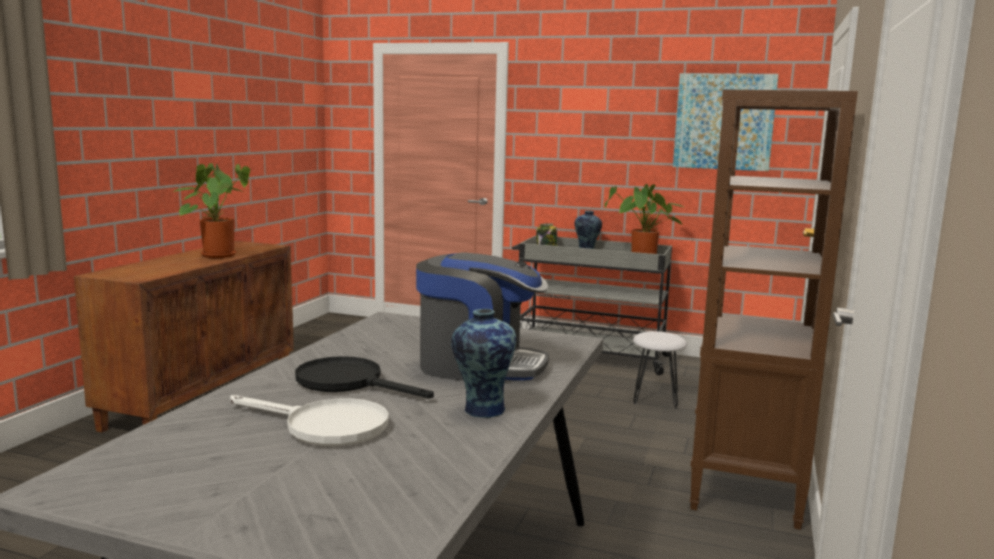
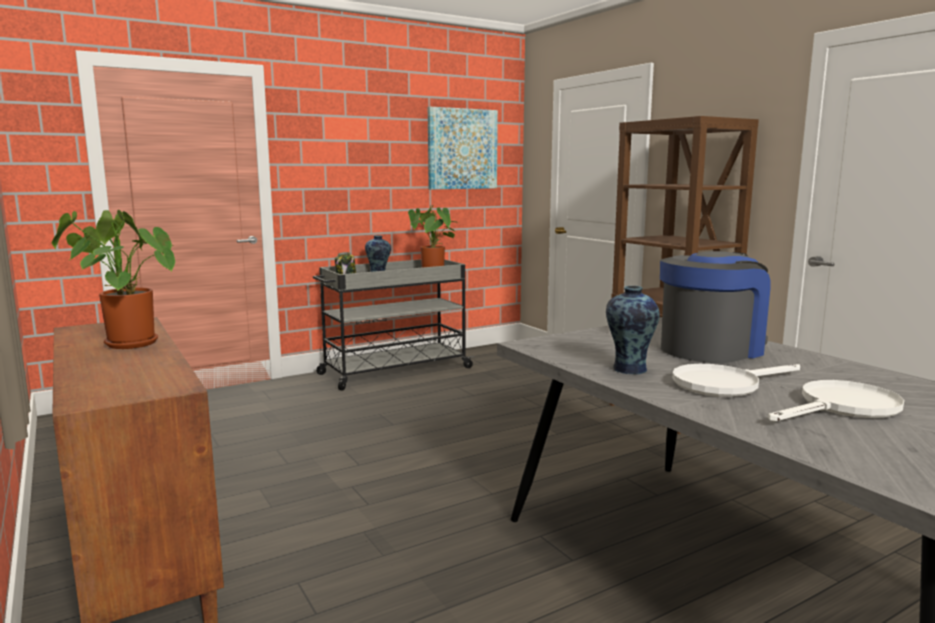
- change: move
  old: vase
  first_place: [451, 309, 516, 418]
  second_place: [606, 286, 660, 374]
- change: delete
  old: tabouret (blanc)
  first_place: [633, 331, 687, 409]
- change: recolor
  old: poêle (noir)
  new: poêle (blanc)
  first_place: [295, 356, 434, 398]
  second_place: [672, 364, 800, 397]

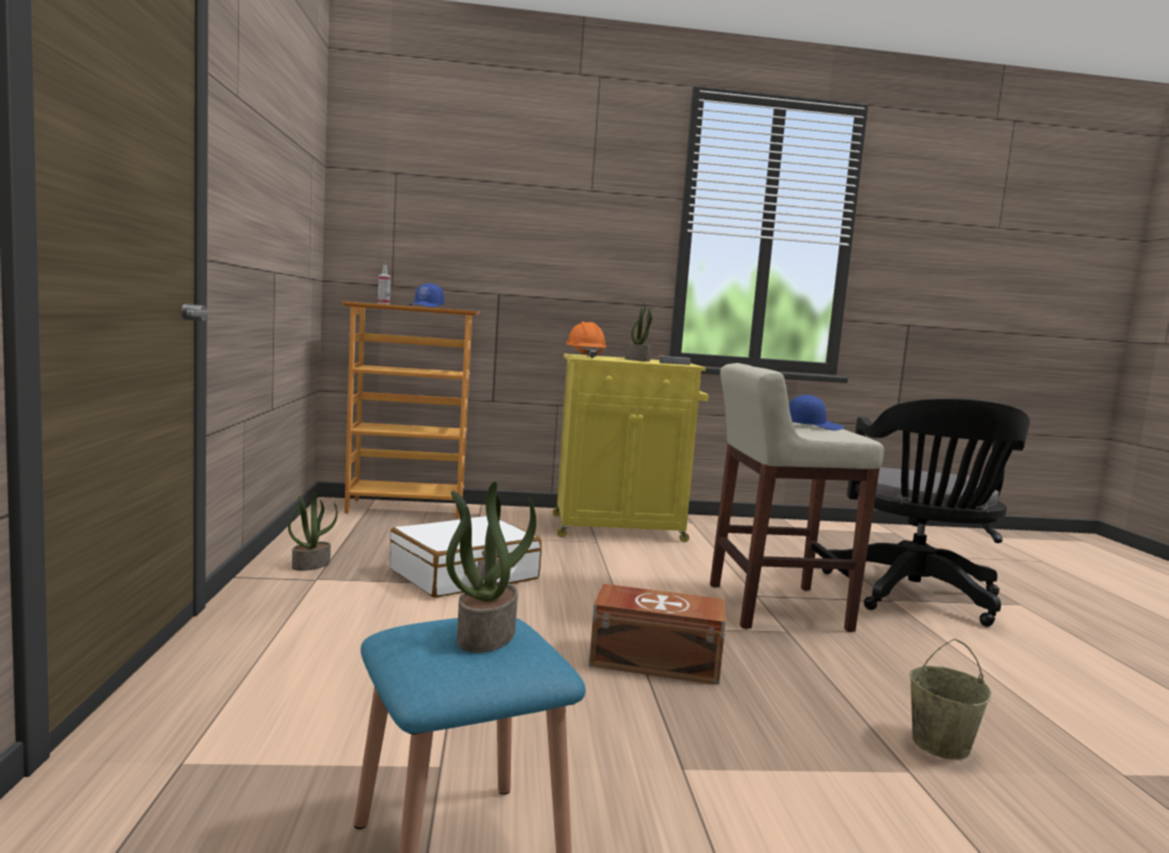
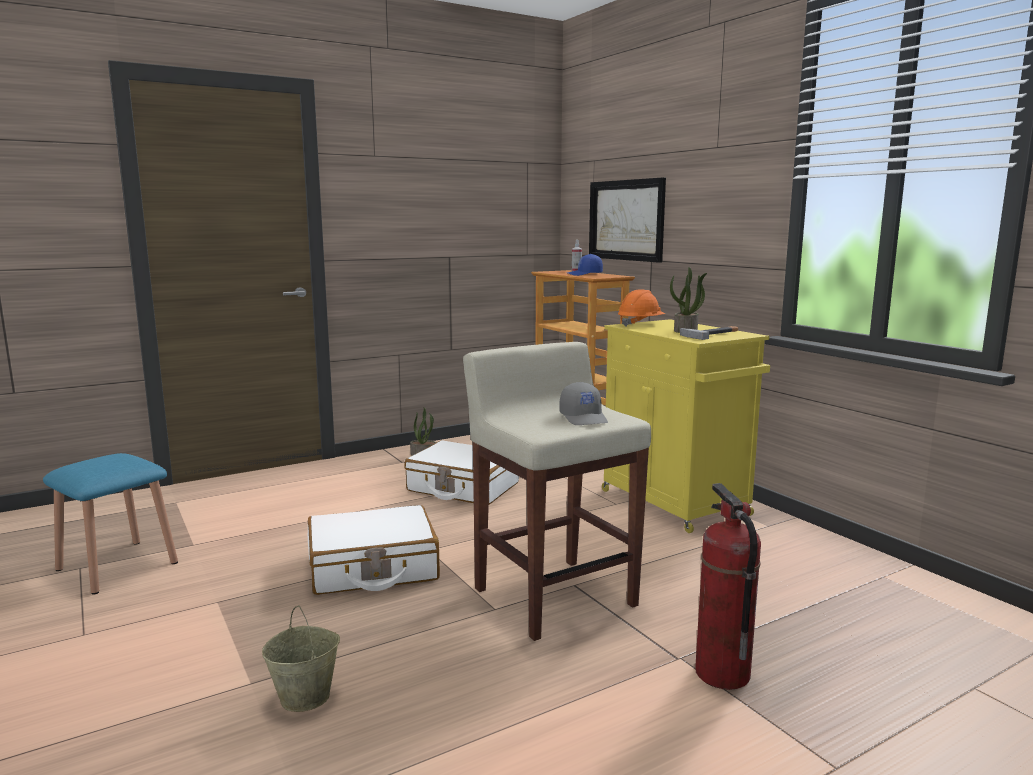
- change: recolor
  old: casquette (bleu)
  new: casquette (gris)
  first_place: [789, 394, 844, 431]
  second_place: [560, 382, 608, 425]
- change: replace
  old: chaise de bureau (noir)
  new: extincteur
  first_place: [822, 398, 1030, 627]
  second_place: [695, 483, 761, 690]
- change: delete
  old: plante en pot
  first_place: [446, 481, 536, 653]
- change: replace
  old: boîte de rangement (marron)
  new: valise (blanc)
  first_place: [589, 584, 726, 685]
  second_place: [308, 505, 440, 595]
- change: insert
  new: tableau
  second_place: [589, 178, 666, 263]

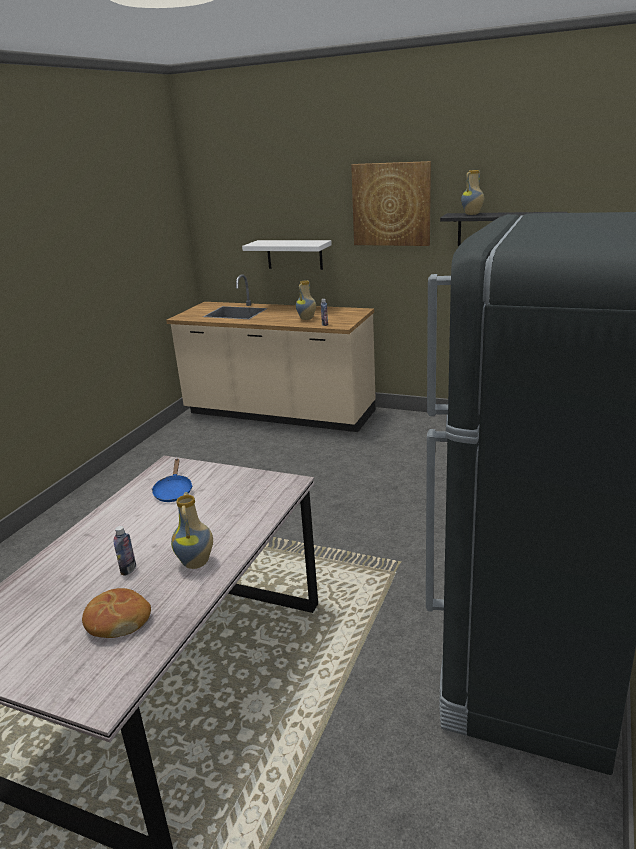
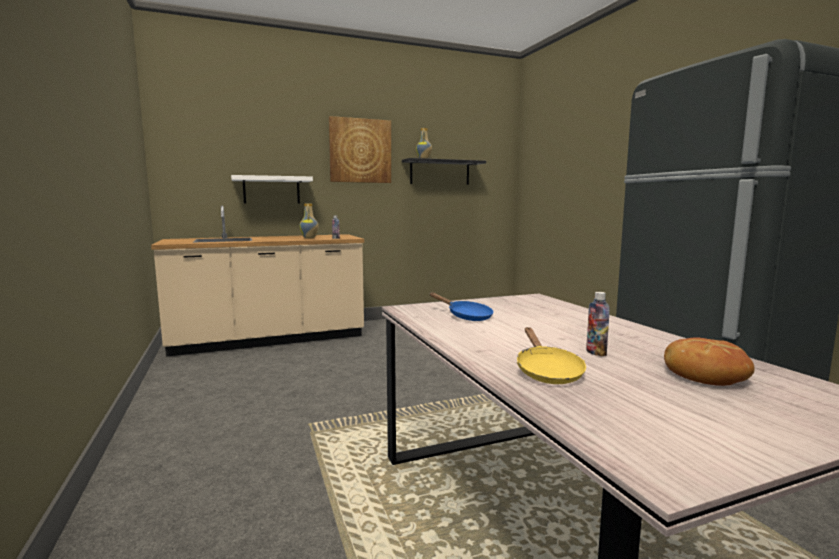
- change: delete
  old: vase
  first_place: [171, 492, 213, 569]
- change: insert
  new: poêle (jaune)
  second_place: [517, 327, 586, 384]

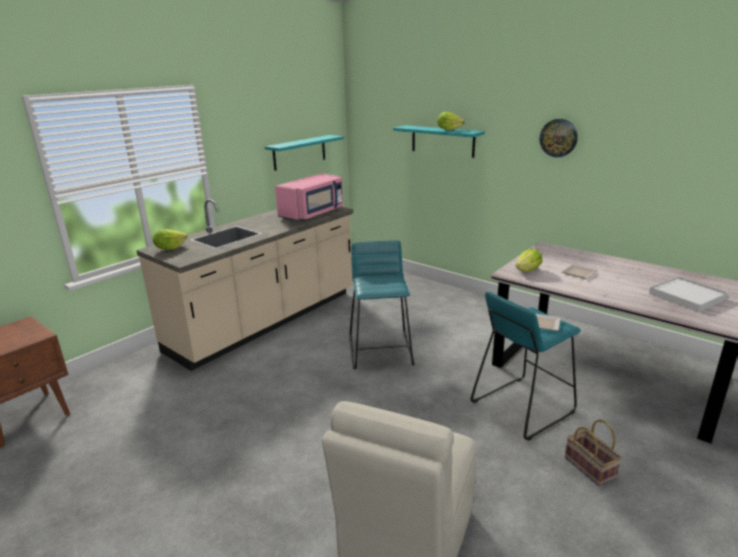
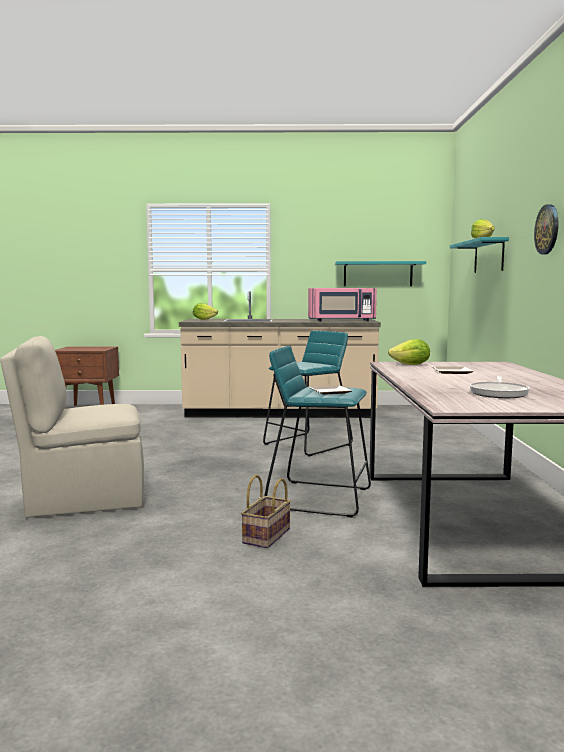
- change: replace
  old: plateau (blanc)
  new: poêle
  first_place: [649, 276, 729, 312]
  second_place: [470, 376, 530, 398]

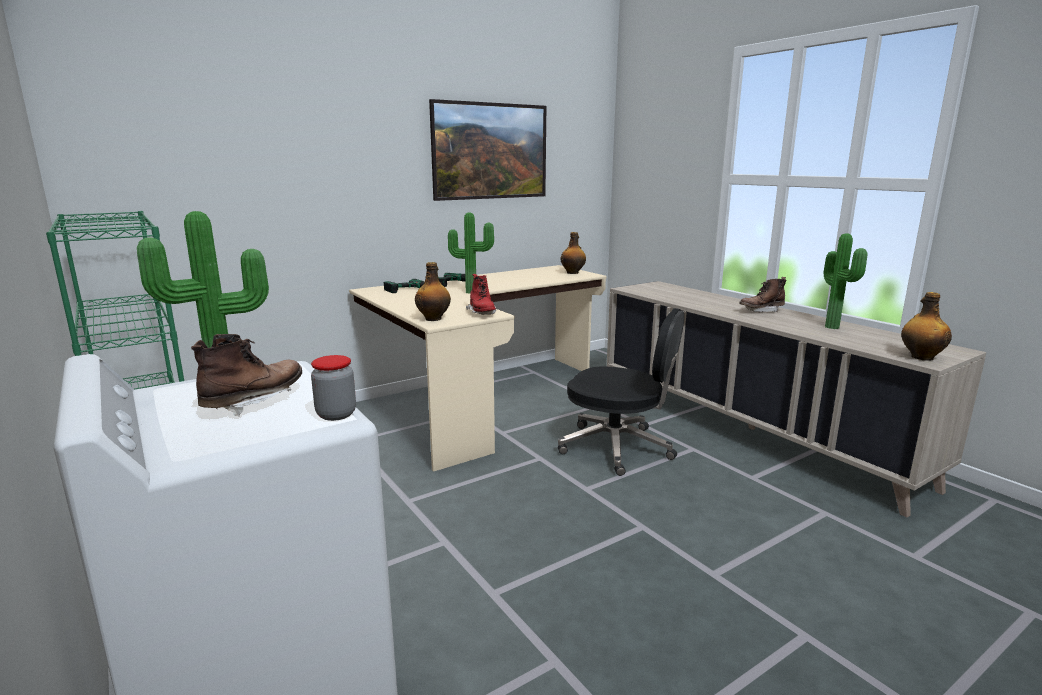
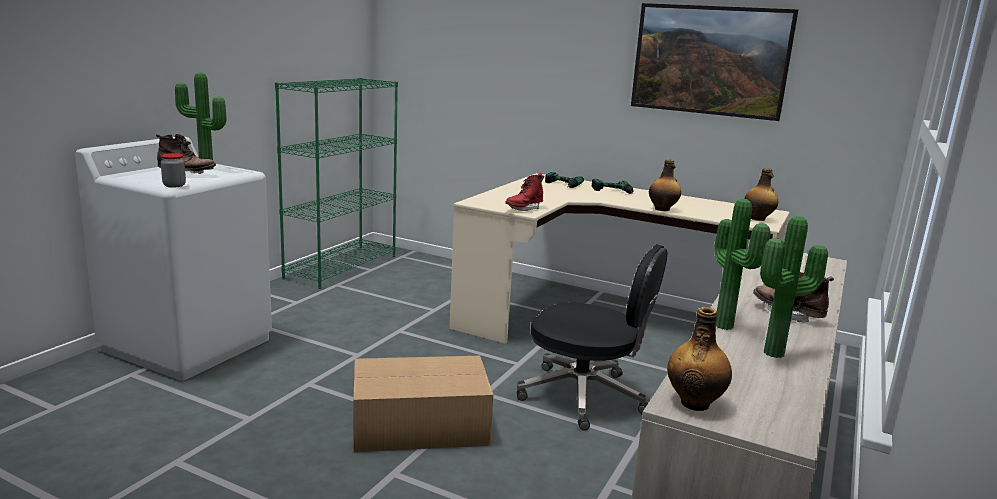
- change: move
  old: plante en pot
  first_place: [448, 212, 494, 294]
  second_place: [714, 199, 771, 330]
- change: move
  old: bouteille
  first_place: [415, 262, 451, 321]
  second_place: [649, 159, 681, 211]
- change: rotate
  old: chaise de bureau (noir)
  first_place: [558, 308, 684, 476]
  second_place: [517, 244, 667, 430]
  degrees: -60
- change: insert
  new: carton
  second_place: [353, 356, 493, 452]

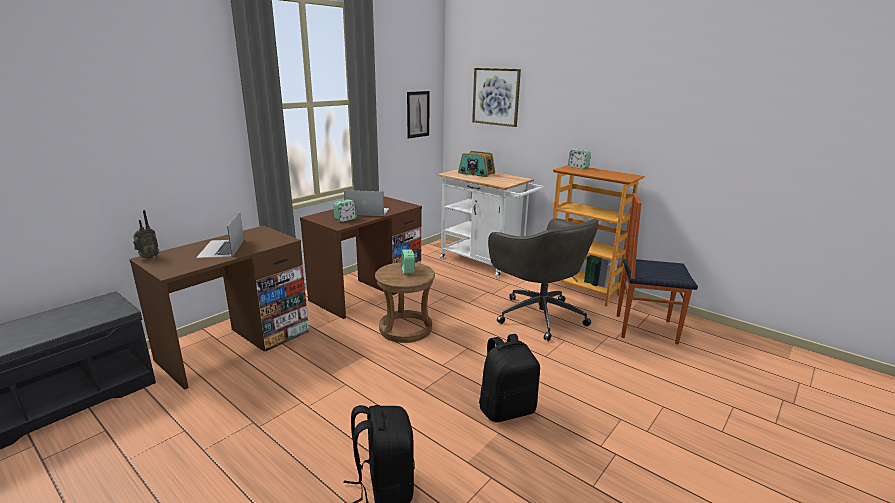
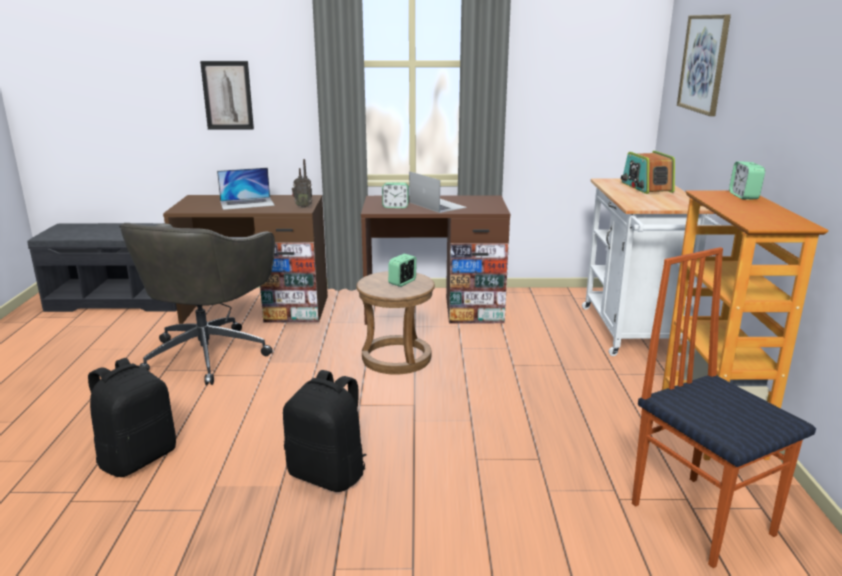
- change: move
  old: tableau
  first_place: [407, 91, 430, 139]
  second_place: [200, 61, 254, 129]
- change: move
  old: radio
  first_place: [133, 210, 159, 259]
  second_place: [292, 159, 313, 208]
- change: rotate
  old: ordinateur portable
  first_place: [196, 212, 244, 258]
  second_place: [217, 168, 275, 210]
  degrees: -150
- change: move
  old: chaise de bureau (gris)
  first_place: [488, 218, 599, 341]
  second_place: [119, 223, 275, 385]

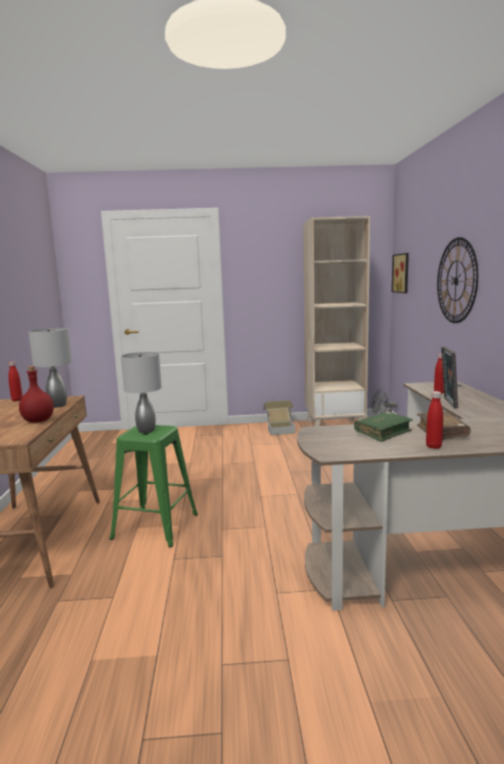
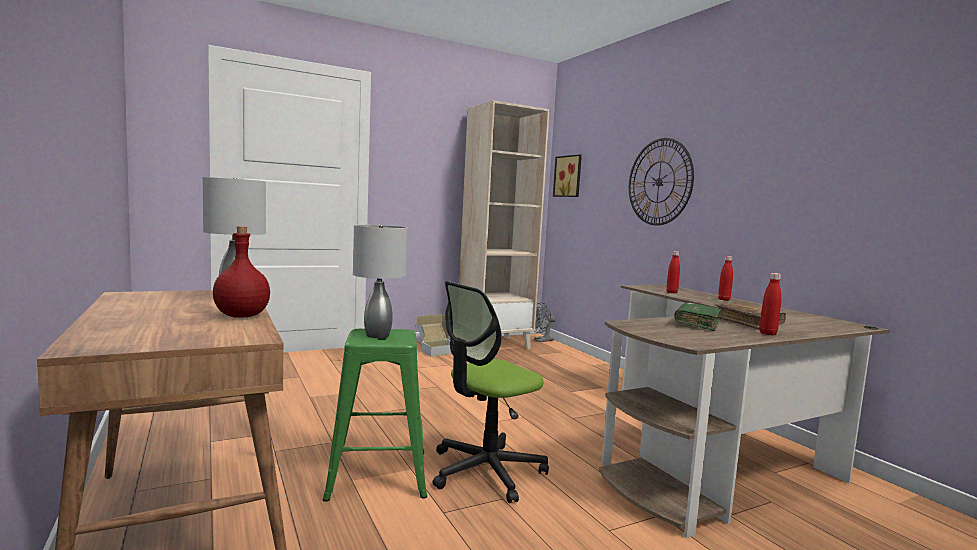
- change: delete
  old: cadre photo
  first_place: [441, 346, 458, 409]
- change: move
  old: bouteille (rouge)
  first_place: [8, 362, 23, 401]
  second_place: [718, 256, 733, 301]
- change: insert
  new: chaise de bureau
  second_place: [433, 281, 549, 503]

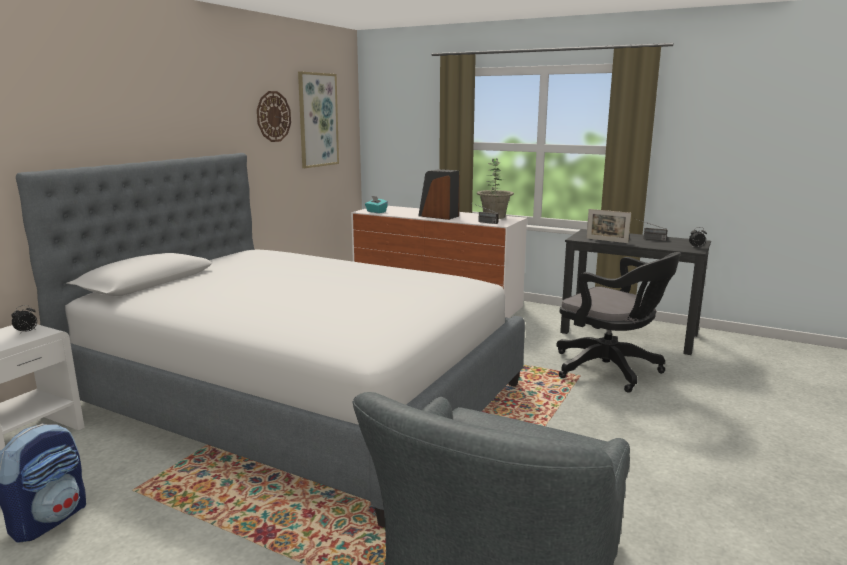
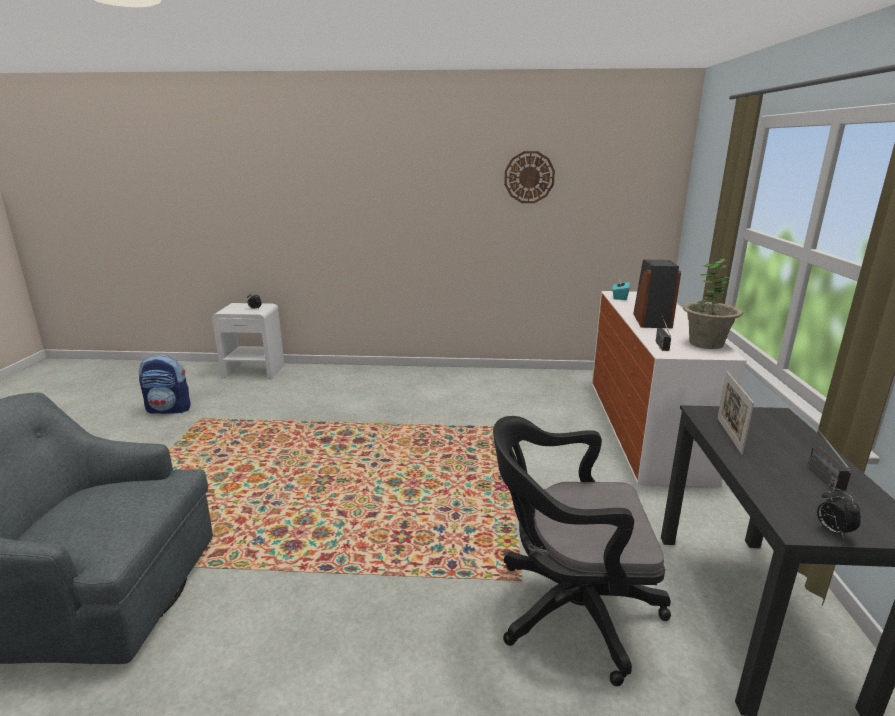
- change: delete
  old: tableau
  first_place: [298, 71, 339, 168]
- change: delete
  old: lit
  first_place: [16, 153, 525, 528]
- change: rotate
  old: chaise de bureau (noir)
  first_place: [556, 252, 681, 393]
  second_place: [493, 416, 671, 686]
  degrees: 75

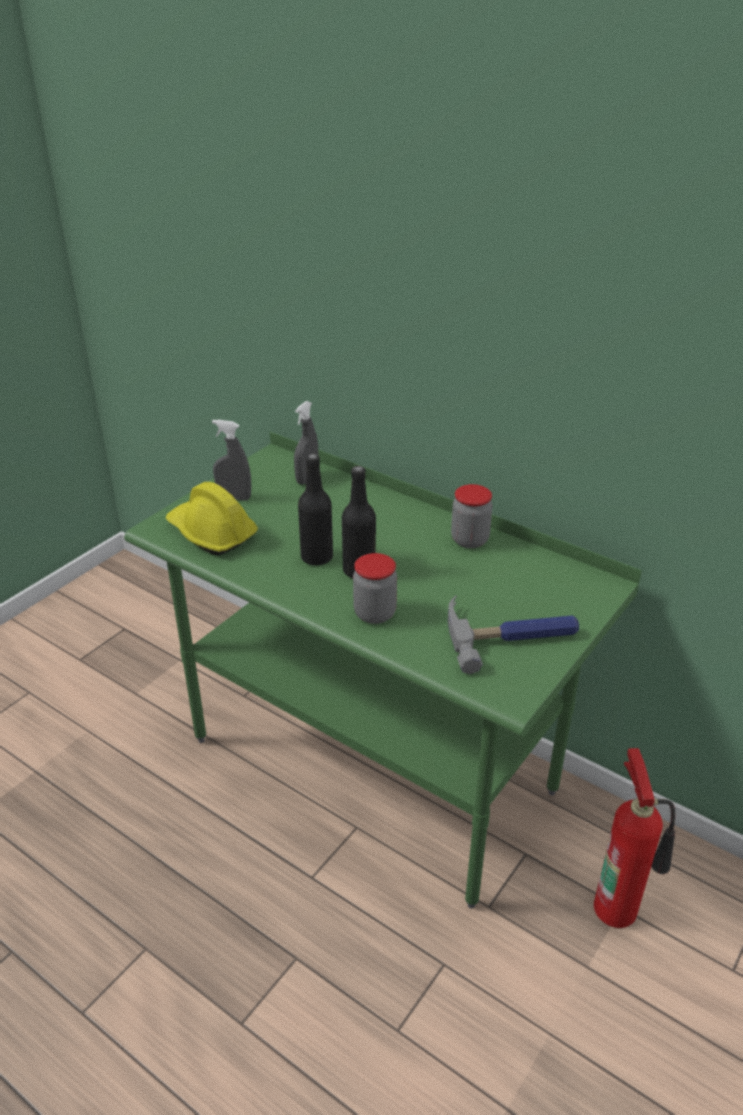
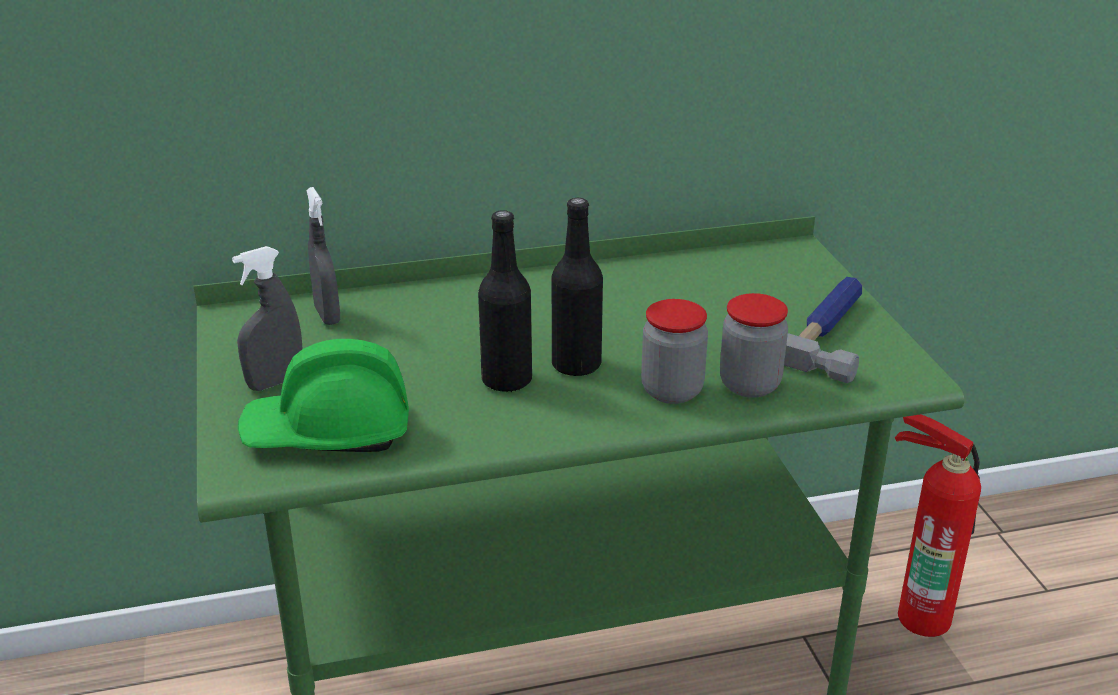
- change: recolor
  old: casque de chantier (jaune)
  new: casque de chantier (vert)
  first_place: [166, 482, 258, 555]
  second_place: [238, 339, 409, 452]
- change: move
  old: bocal
  first_place: [451, 484, 493, 548]
  second_place: [720, 293, 788, 398]

